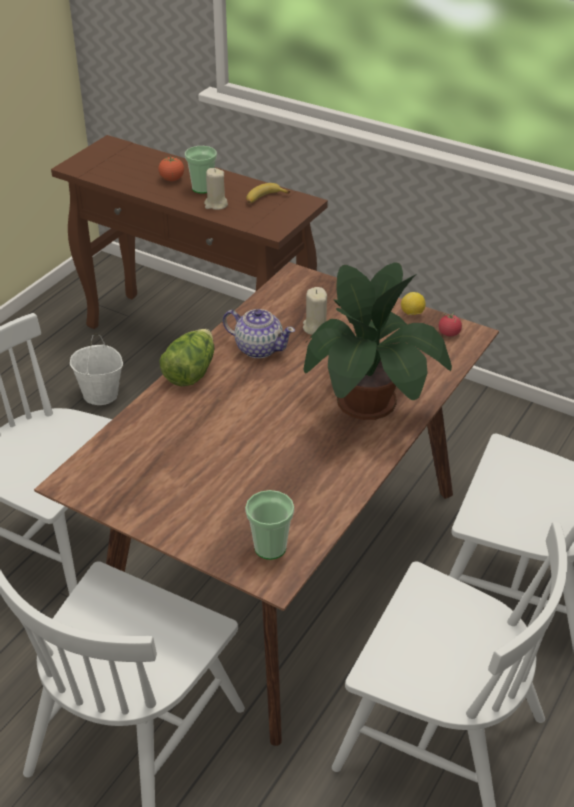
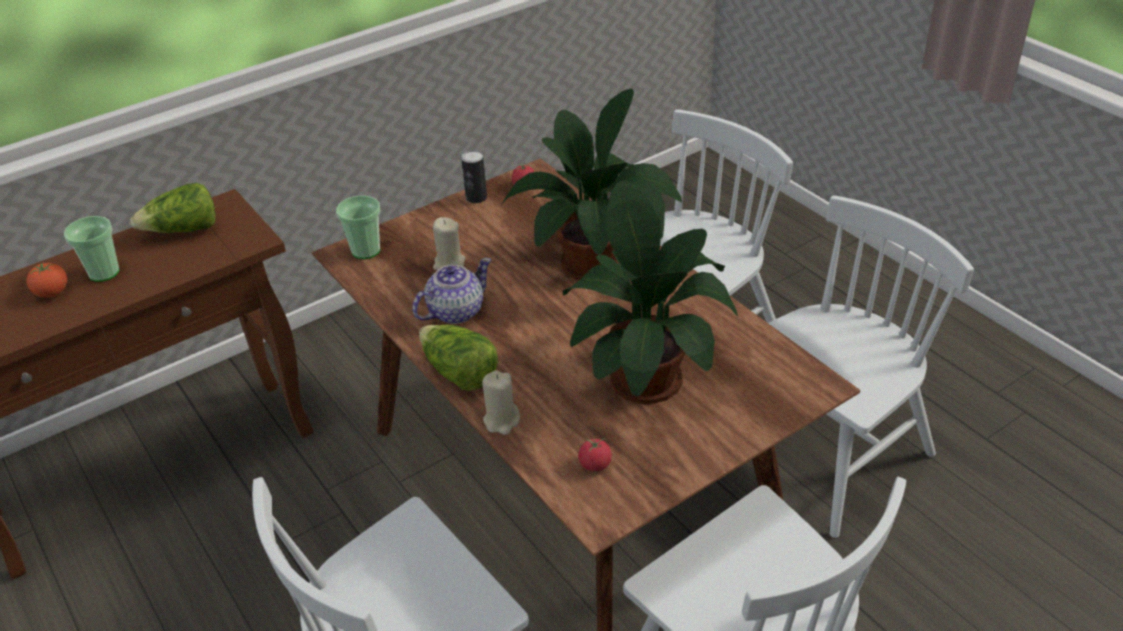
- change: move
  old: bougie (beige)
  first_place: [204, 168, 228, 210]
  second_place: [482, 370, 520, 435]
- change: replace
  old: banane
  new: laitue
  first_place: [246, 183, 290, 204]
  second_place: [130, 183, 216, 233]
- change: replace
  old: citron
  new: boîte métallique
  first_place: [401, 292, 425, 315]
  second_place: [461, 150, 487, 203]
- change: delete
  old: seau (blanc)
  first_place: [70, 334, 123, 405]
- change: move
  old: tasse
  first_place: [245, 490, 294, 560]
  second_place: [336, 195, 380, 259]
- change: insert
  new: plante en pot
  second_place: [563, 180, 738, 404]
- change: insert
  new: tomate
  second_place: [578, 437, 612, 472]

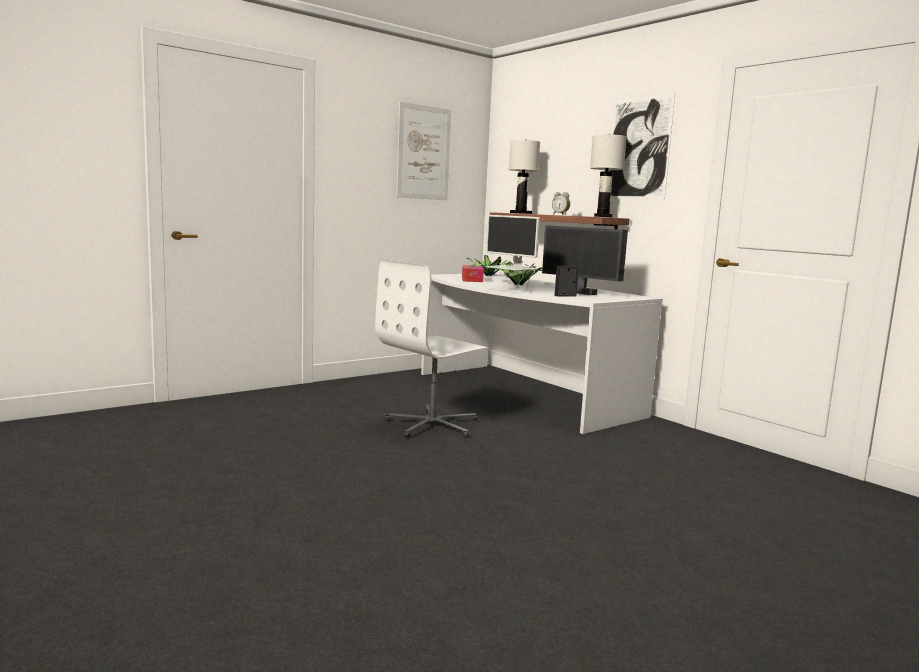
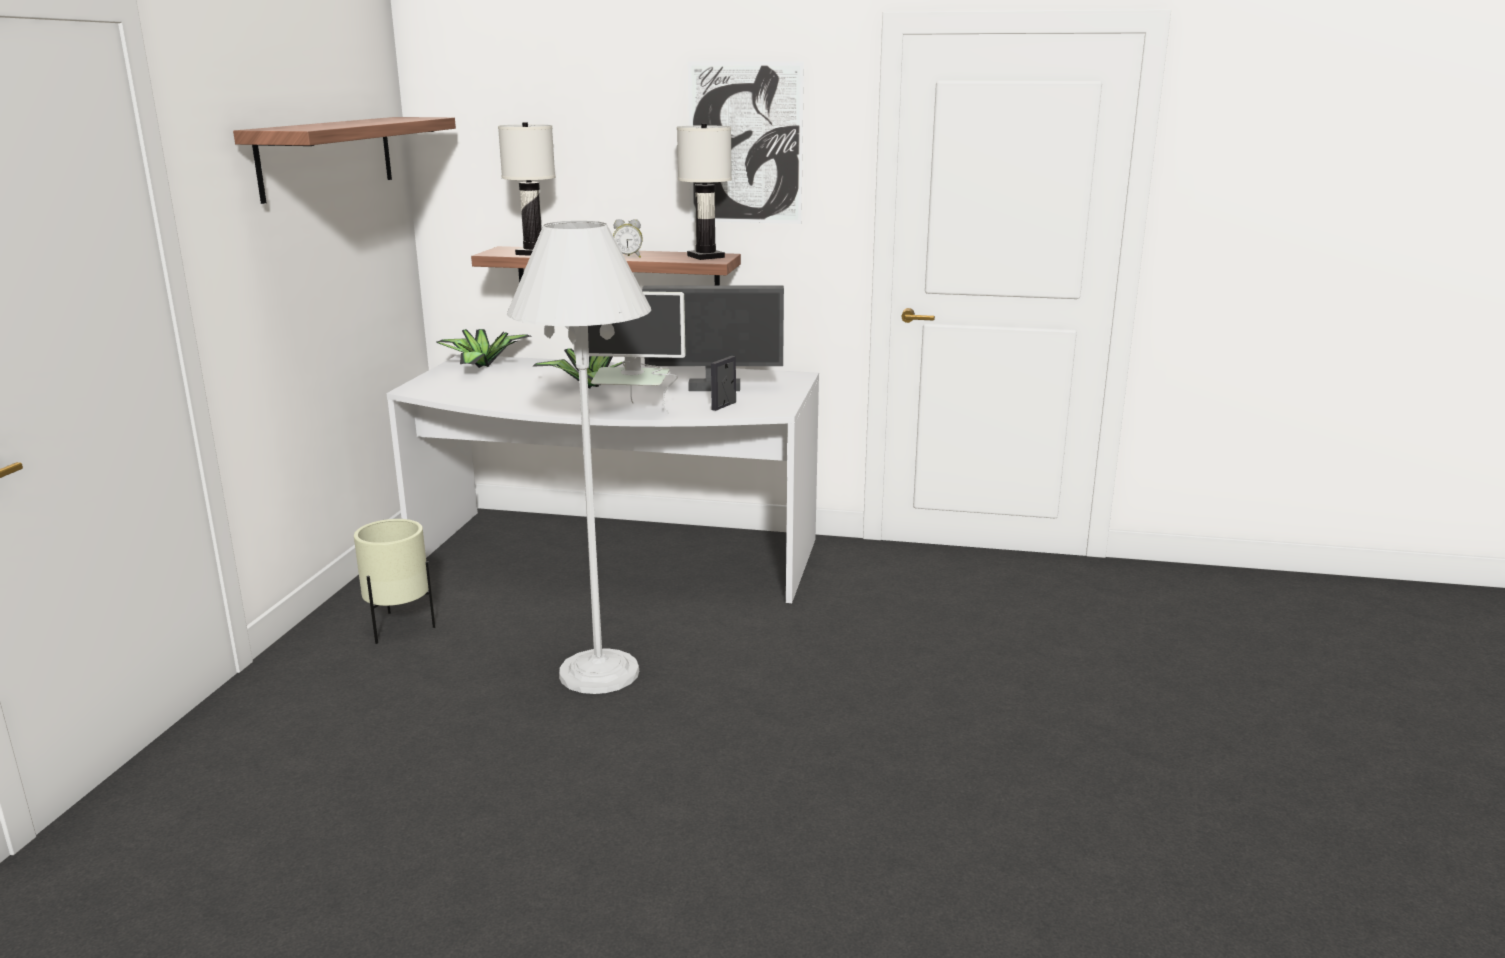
- change: replace
  old: tableau
  new: étagère
  first_place: [396, 102, 451, 200]
  second_place: [233, 117, 456, 204]
- change: replace
  old: chaise de bureau (blanc)
  new: lampadaire (blanc)
  first_place: [375, 260, 492, 438]
  second_place: [507, 221, 651, 694]
- change: delete
  old: boîte à mouchoirs
  first_place: [462, 265, 484, 282]
- change: insert
  new: cache-pot (beige)
  second_place: [354, 519, 436, 644]

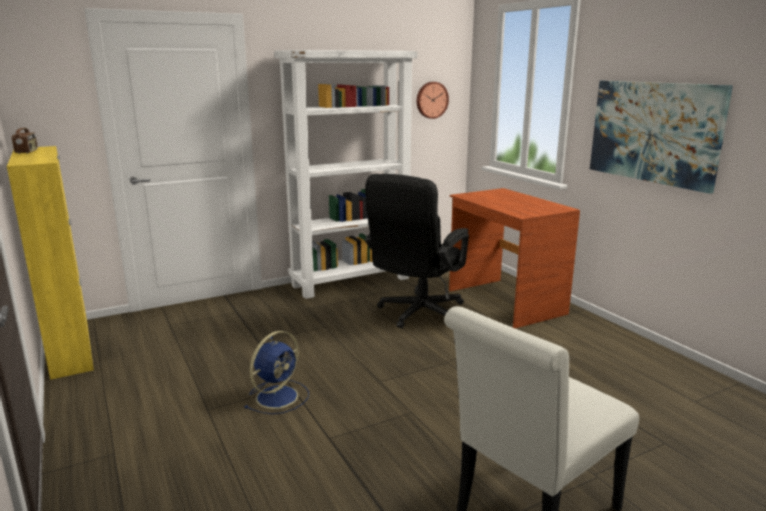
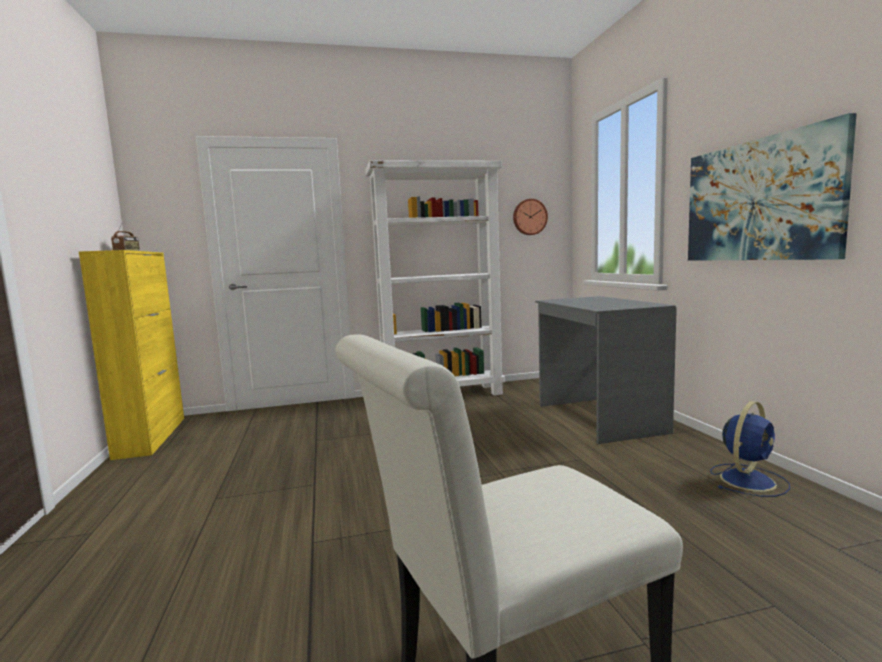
- change: delete
  old: chaise de bureau (noir)
  first_place: [365, 174, 469, 328]
- change: recolor
  old: bureau (marron)
  new: bureau (gris)
  first_place: [449, 188, 580, 328]
  second_place: [535, 296, 677, 444]
- change: move
  old: ventilateur (bleu)
  first_place: [245, 331, 309, 414]
  second_place: [710, 401, 790, 497]

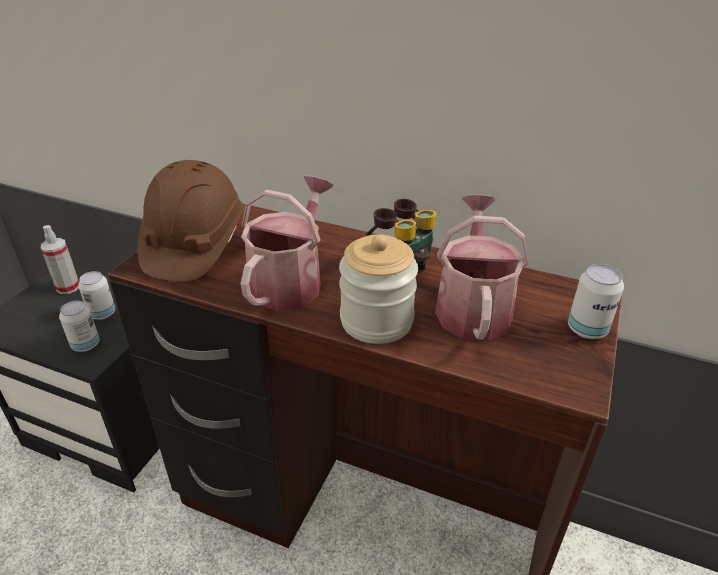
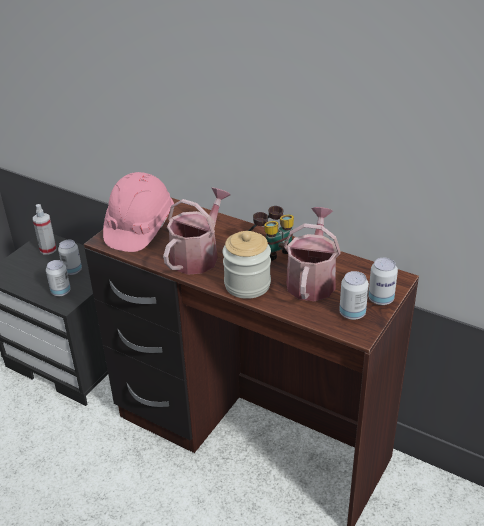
- change: recolor
  old: casque de chantier (marron)
  new: casque de chantier (rose)
  first_place: [138, 160, 245, 282]
  second_place: [103, 172, 174, 252]
- change: insert
  new: boîte métallique
  second_place: [339, 271, 369, 320]

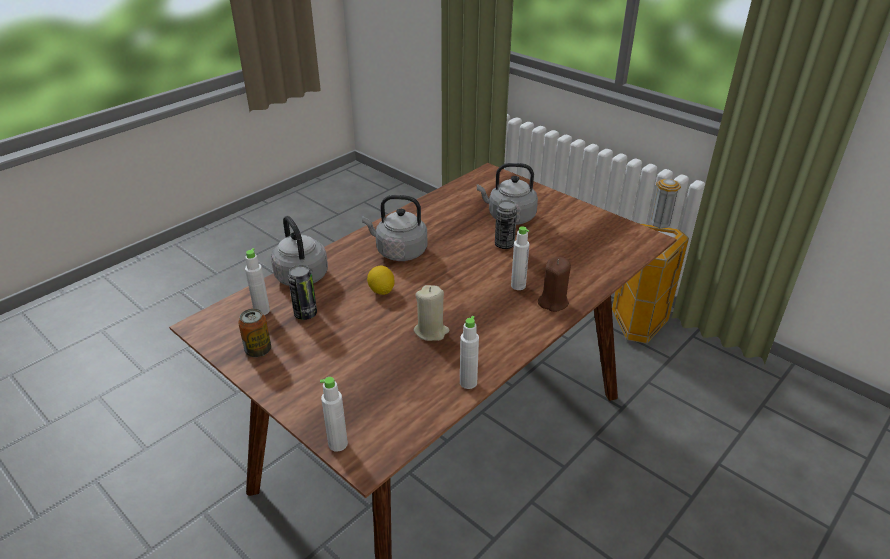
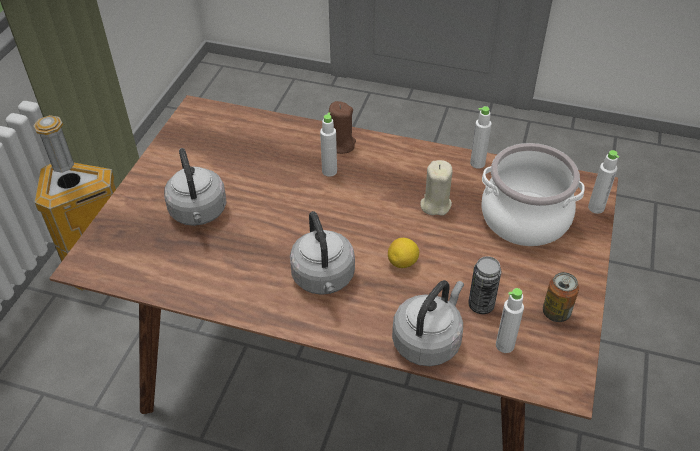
- change: delete
  old: boîte métallique
  first_place: [495, 200, 517, 249]
- change: insert
  new: marmite
  second_place: [481, 143, 585, 246]

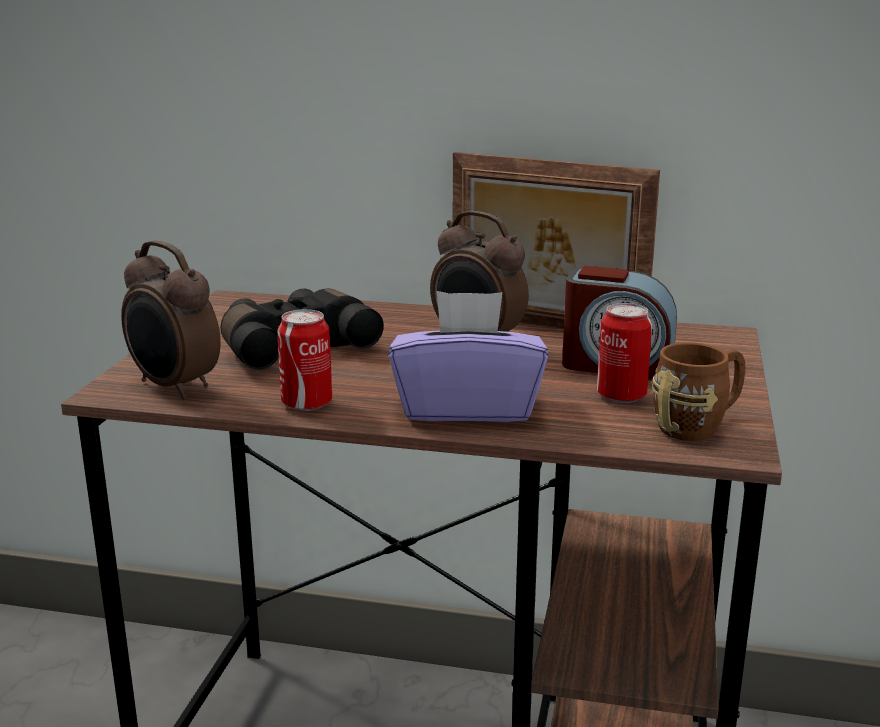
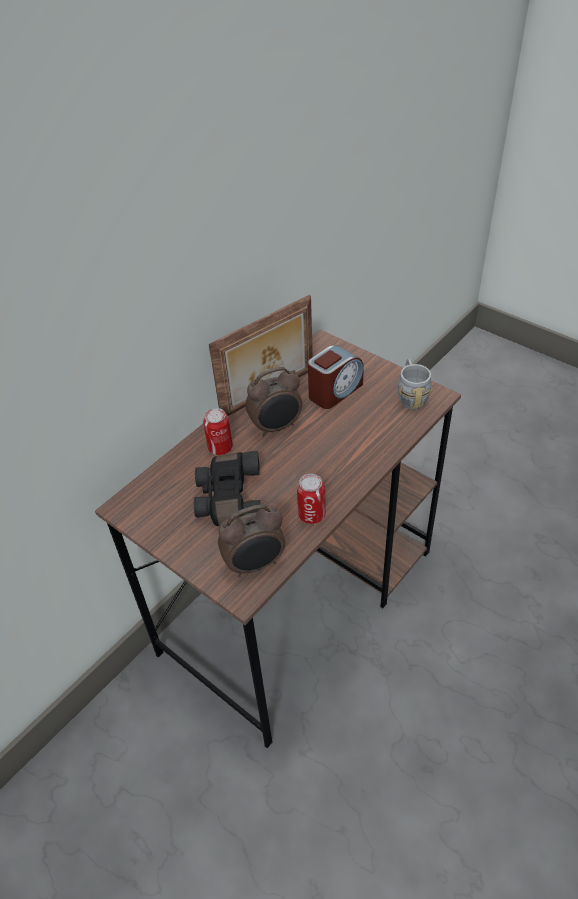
- change: delete
  old: boîte à mouchoirs (violet)
  first_place: [389, 291, 548, 422]
- change: move
  old: boîte métallique
  first_place: [597, 303, 652, 403]
  second_place: [203, 408, 233, 455]
- change: recolor
  old: mug (marron)
  new: mug (gris)
  first_place: [652, 342, 746, 441]
  second_place: [398, 359, 432, 409]

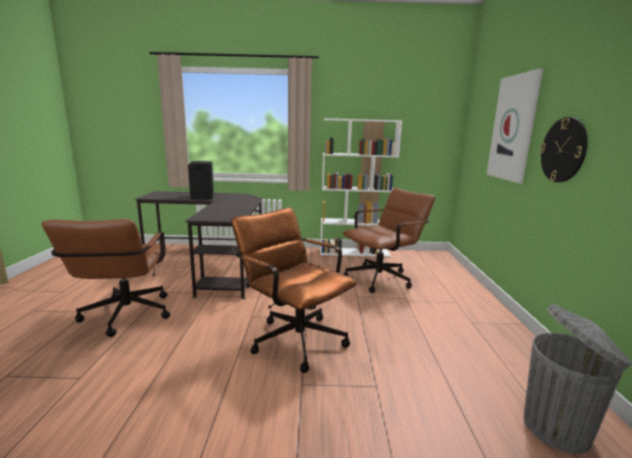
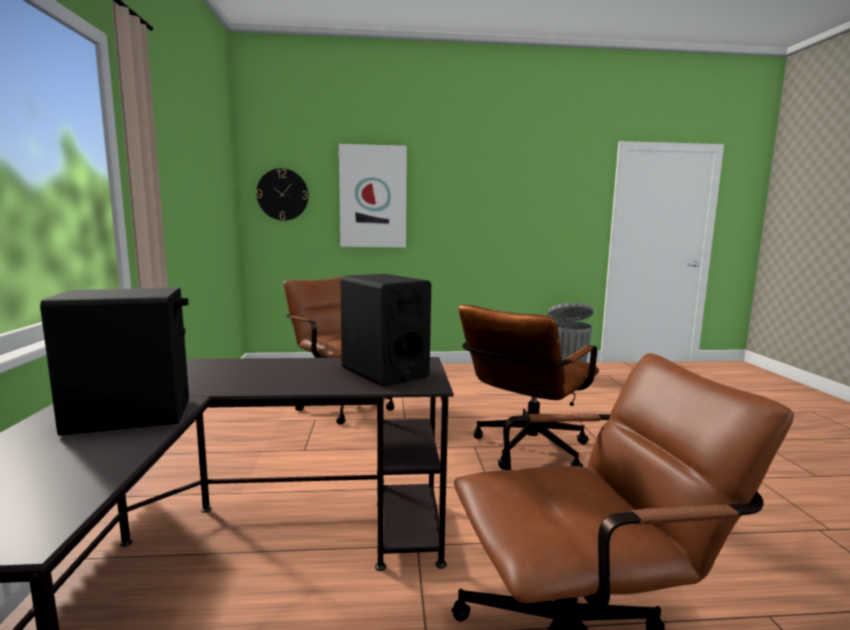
- change: move
  old: horloge murale
  first_place: [540, 117, 588, 182]
  second_place: [256, 168, 309, 221]
- change: delete
  old: bibliothèque (blanc)
  first_place: [320, 118, 402, 257]
- change: insert
  new: enceinte (noir)
  second_place: [340, 274, 431, 387]

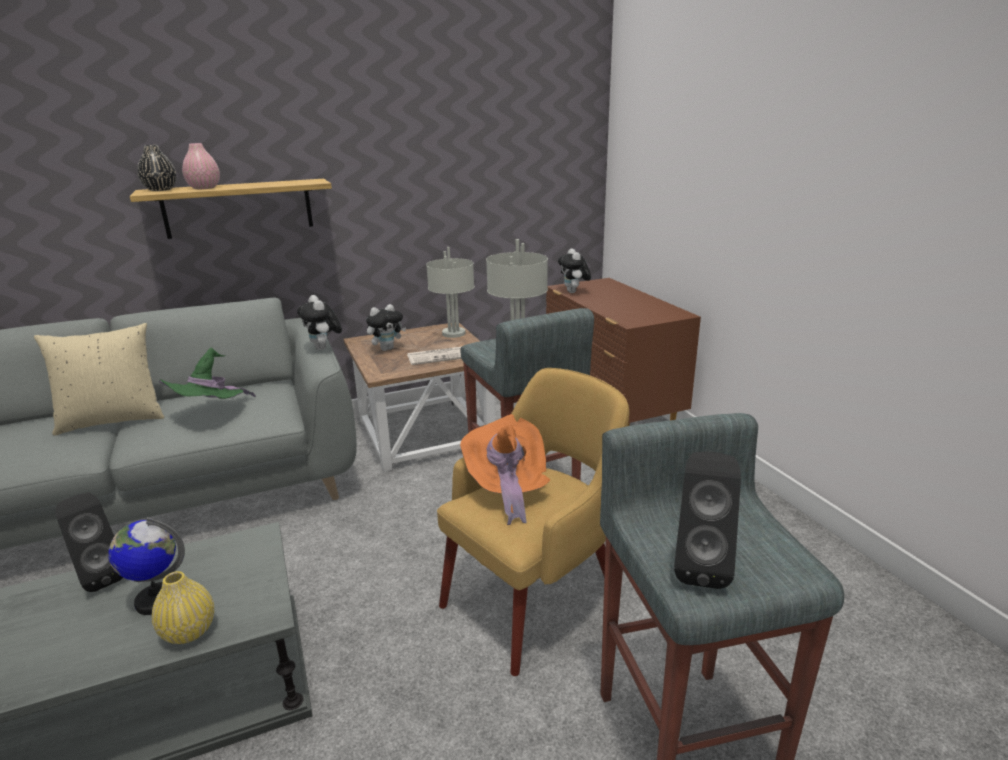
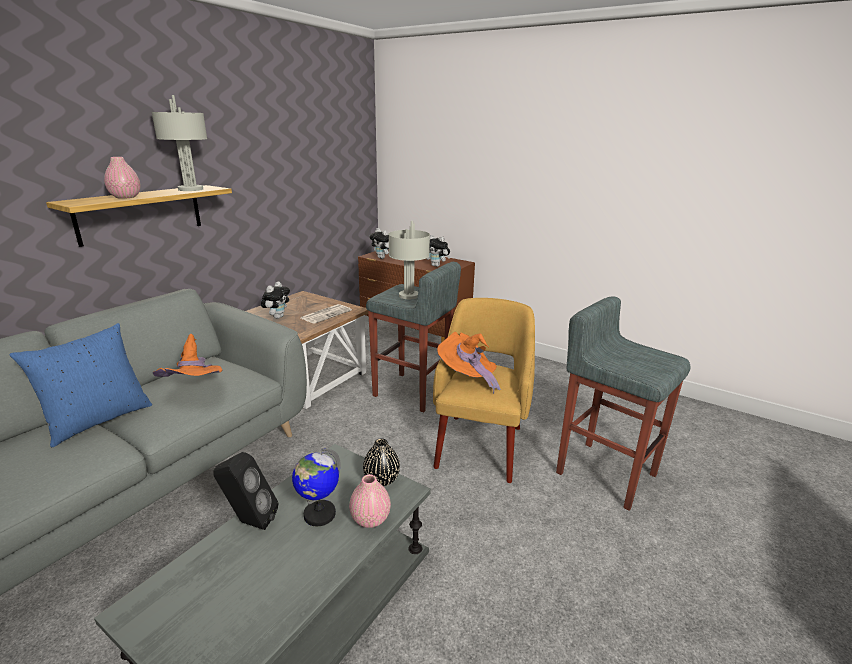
- change: move
  old: vase (noir)
  first_place: [137, 145, 177, 191]
  second_place: [363, 438, 400, 486]
- change: move
  old: lampe de table (gris)
  first_place: [426, 247, 474, 338]
  second_place: [151, 95, 207, 191]
- change: move
  old: peluche
  first_place: [297, 295, 342, 350]
  second_place: [426, 235, 450, 267]
- change: recolor
  old: coussin (beige)
  new: coussin (bleu)
  first_place: [34, 323, 164, 436]
  second_place: [9, 323, 152, 447]
- change: recolor
  old: chapeau (vert)
  new: chapeau (orange)
  first_place: [159, 348, 256, 399]
  second_place: [152, 334, 222, 377]
- change: delete
  old: enceinte (noir)
  first_place: [674, 452, 741, 589]
- change: recolor
  old: vase (jaune)
  new: vase (rose)
  first_place: [152, 571, 214, 644]
  second_place: [349, 474, 391, 528]

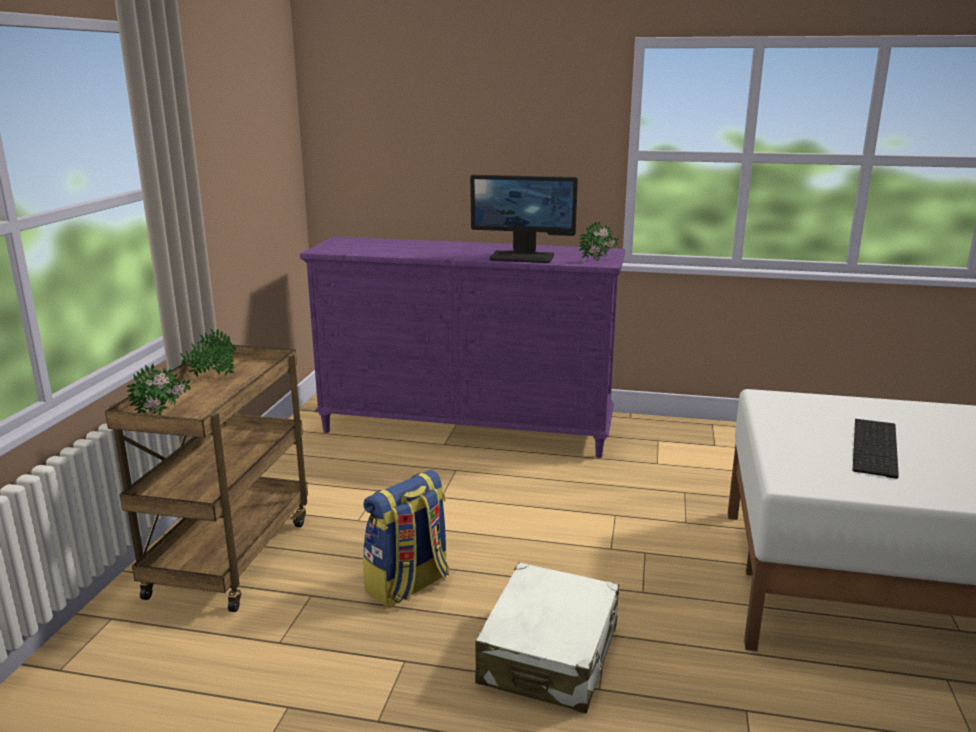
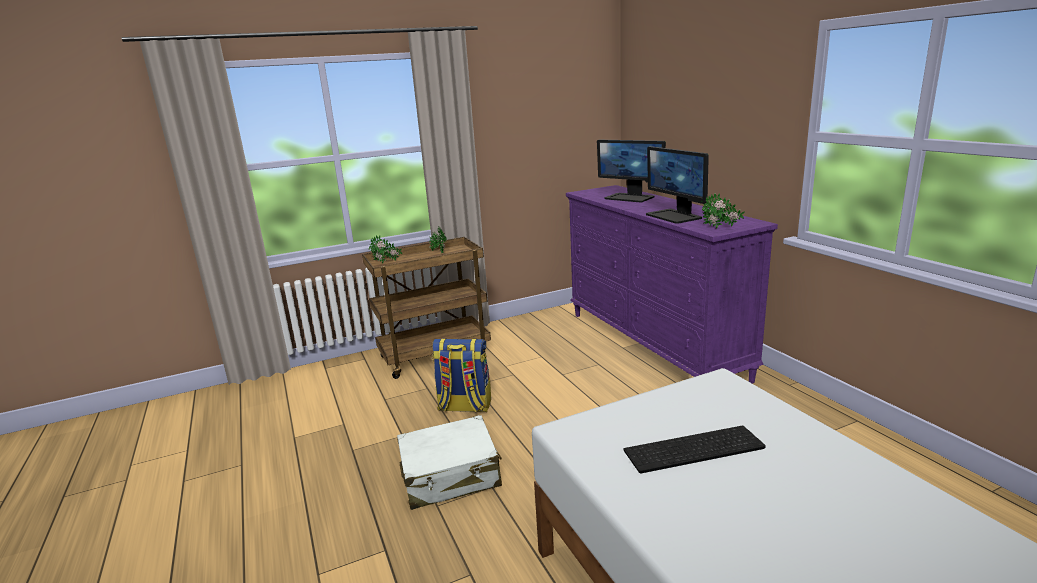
- change: insert
  new: écran d'ordinateur
  second_place: [597, 140, 666, 202]

